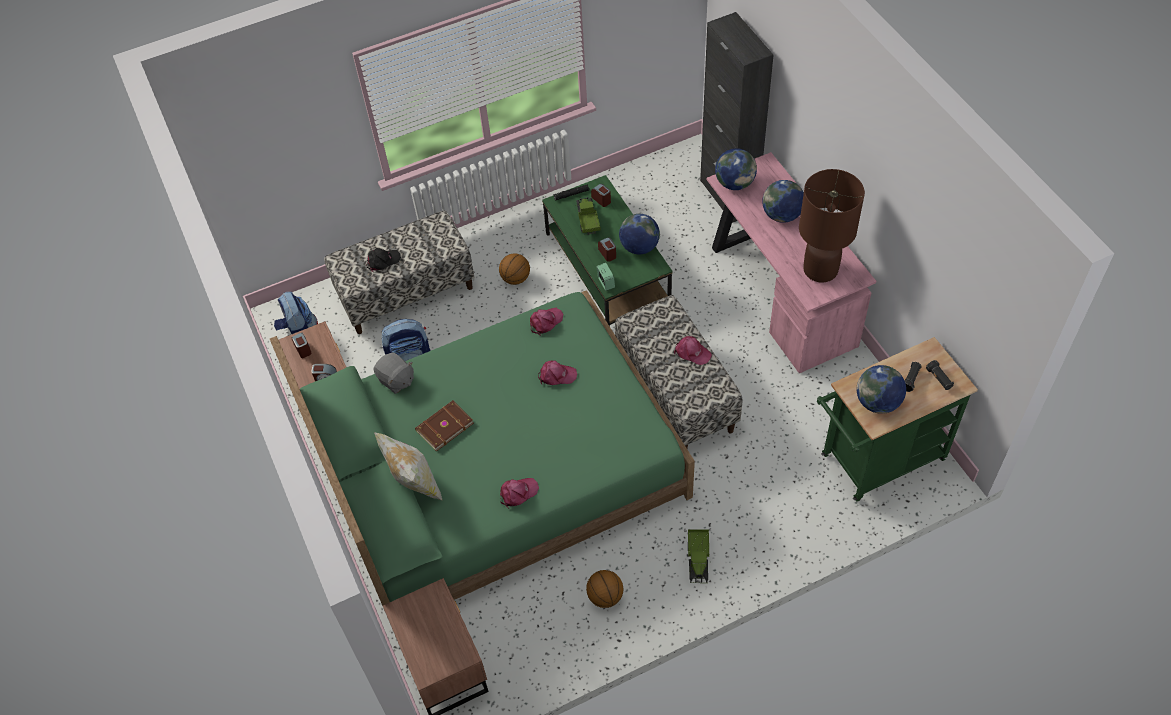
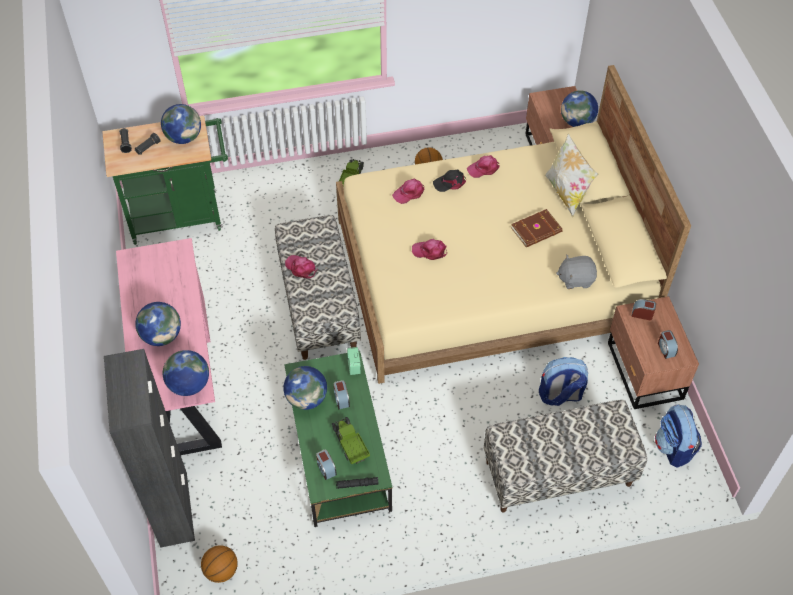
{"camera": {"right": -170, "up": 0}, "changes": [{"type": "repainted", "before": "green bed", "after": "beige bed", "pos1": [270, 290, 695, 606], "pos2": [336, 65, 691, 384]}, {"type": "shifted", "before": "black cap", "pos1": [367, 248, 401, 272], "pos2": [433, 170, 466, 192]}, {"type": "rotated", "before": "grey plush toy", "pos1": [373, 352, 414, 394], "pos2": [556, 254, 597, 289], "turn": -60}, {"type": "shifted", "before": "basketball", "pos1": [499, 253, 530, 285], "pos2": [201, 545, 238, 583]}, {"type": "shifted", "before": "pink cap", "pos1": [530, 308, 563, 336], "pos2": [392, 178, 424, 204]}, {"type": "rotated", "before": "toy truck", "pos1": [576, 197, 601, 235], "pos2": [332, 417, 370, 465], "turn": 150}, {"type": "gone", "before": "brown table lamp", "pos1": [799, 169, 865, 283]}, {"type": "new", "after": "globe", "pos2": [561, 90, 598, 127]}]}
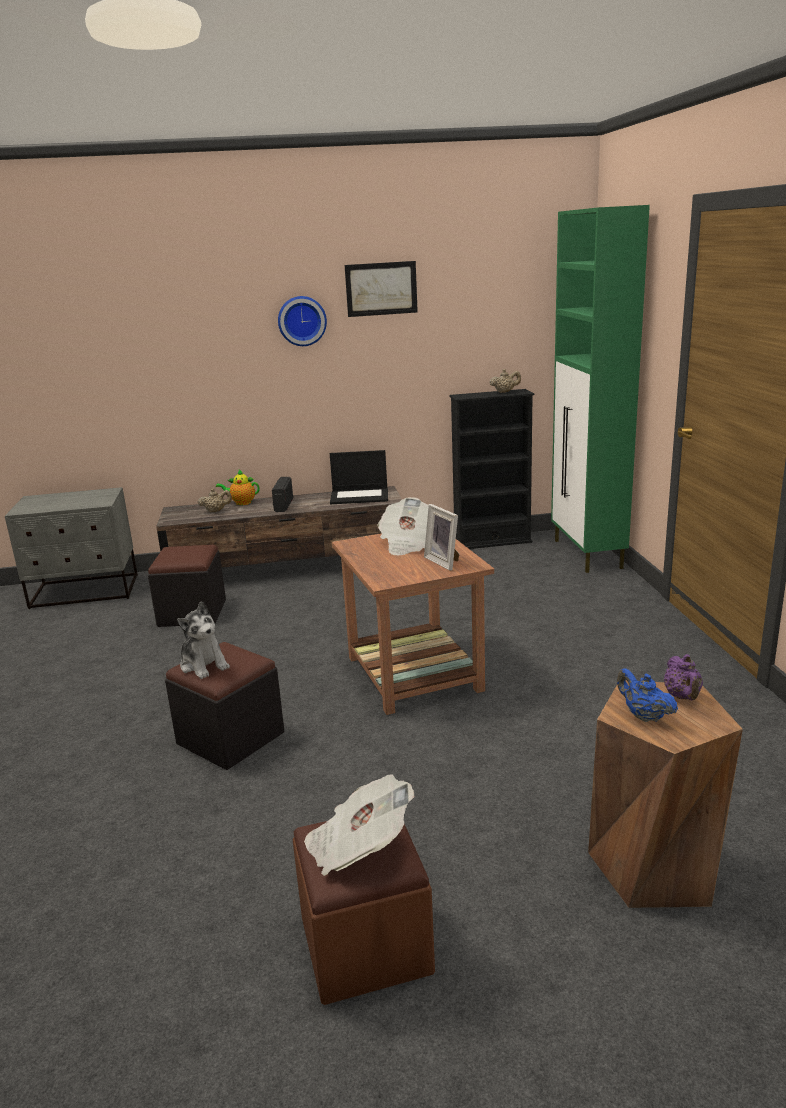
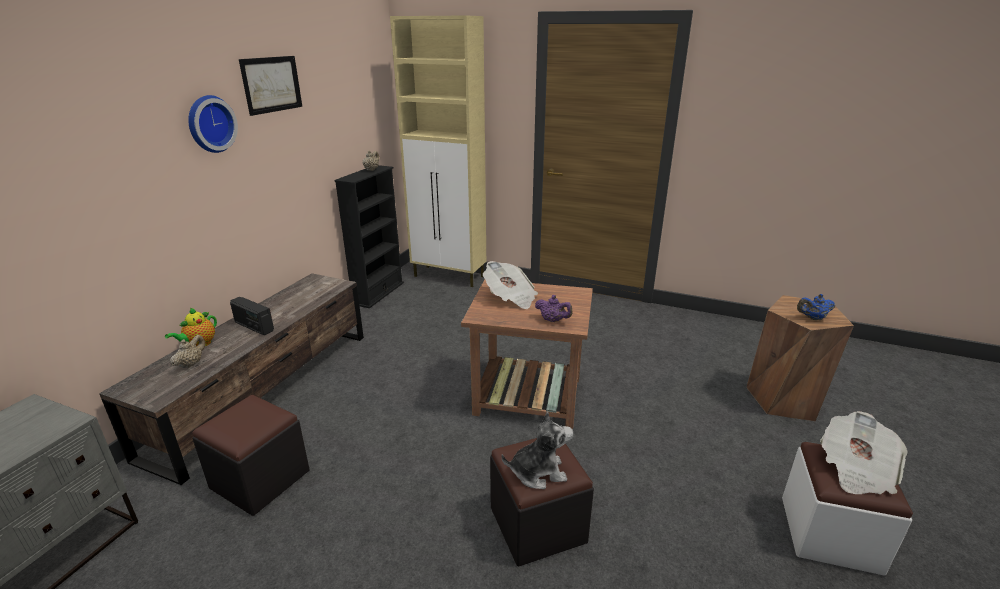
{"camera": {"right": -60, "up": 5}, "changes": [{"type": "repainted", "before": "brown ottoman", "after": "white ottoman", "pos1": [292, 821, 435, 1005], "pos2": [782, 442, 913, 576]}, {"type": "gone", "before": "laptop", "pos1": [330, 450, 388, 504]}, {"type": "gone", "before": "picture frame", "pos1": [424, 504, 460, 571]}, {"type": "repainted", "before": "green cabinet", "after": "beige cabinet", "pos1": [551, 205, 650, 573], "pos2": [390, 15, 486, 287]}, {"type": "shifted", "before": "purple teapot", "pos1": [664, 654, 703, 700], "pos2": [535, 295, 573, 322]}]}
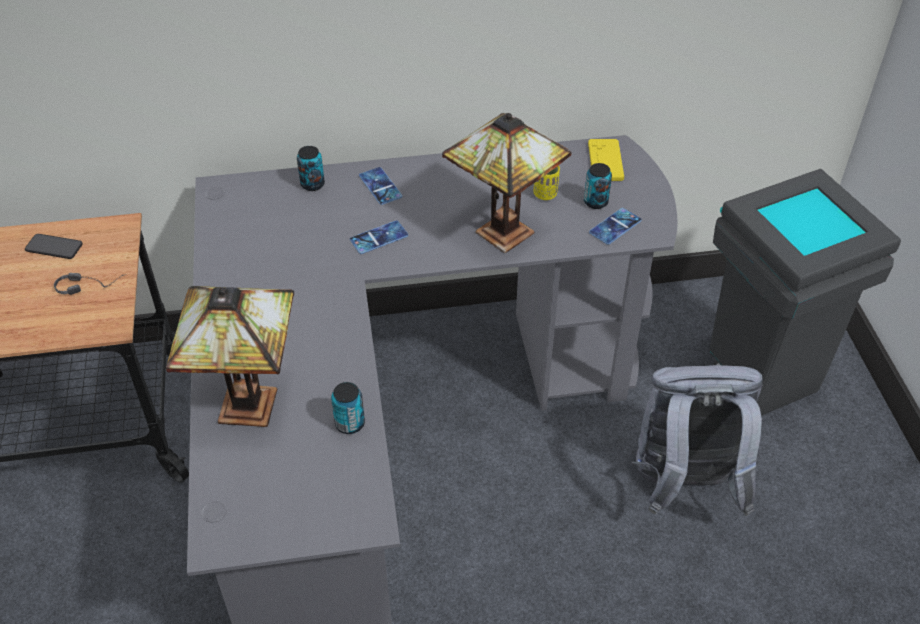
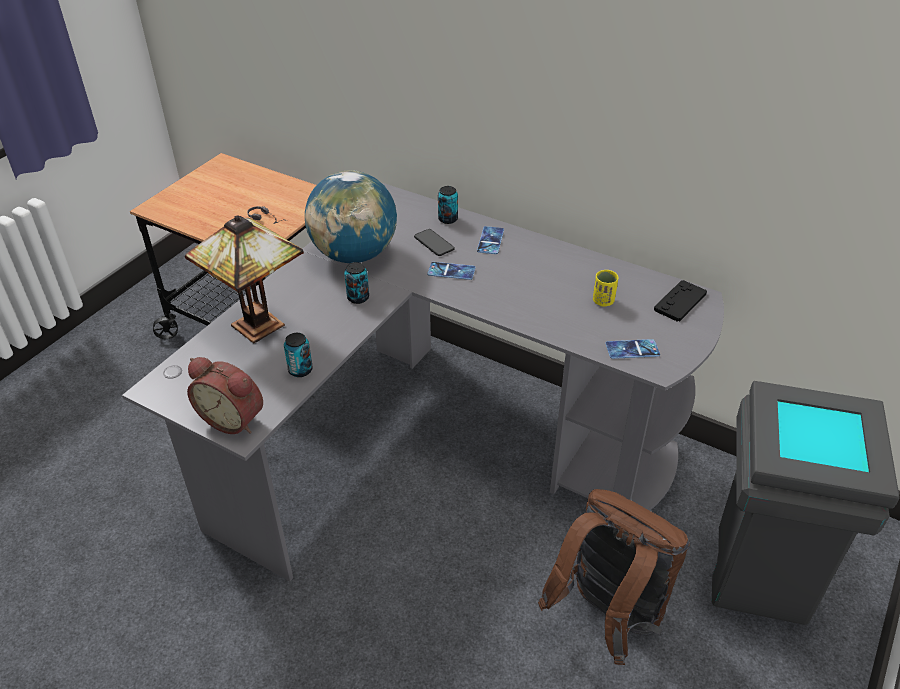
{"camera": {"right": 40, "up": -5}, "changes": [{"type": "shifted", "before": "phone", "pos1": [25, 234, 83, 259], "pos2": [414, 229, 455, 256]}, {"type": "gone", "before": "table lamp", "pos1": [442, 113, 571, 253]}, {"type": "shifted", "before": "can", "pos1": [584, 163, 612, 209], "pos2": [344, 262, 369, 304]}, {"type": "repainted", "before": "yellow game controller", "after": "black game controller", "pos1": [588, 139, 624, 181], "pos2": [654, 280, 707, 322]}, {"type": "repainted", "before": "grey backpack", "after": "brown backpack", "pos1": [632, 365, 763, 516], "pos2": [538, 489, 690, 665]}, {"type": "new", "after": "alarm clock", "pos2": [187, 357, 263, 434]}, {"type": "new", "after": "globe", "pos2": [305, 170, 397, 263]}]}
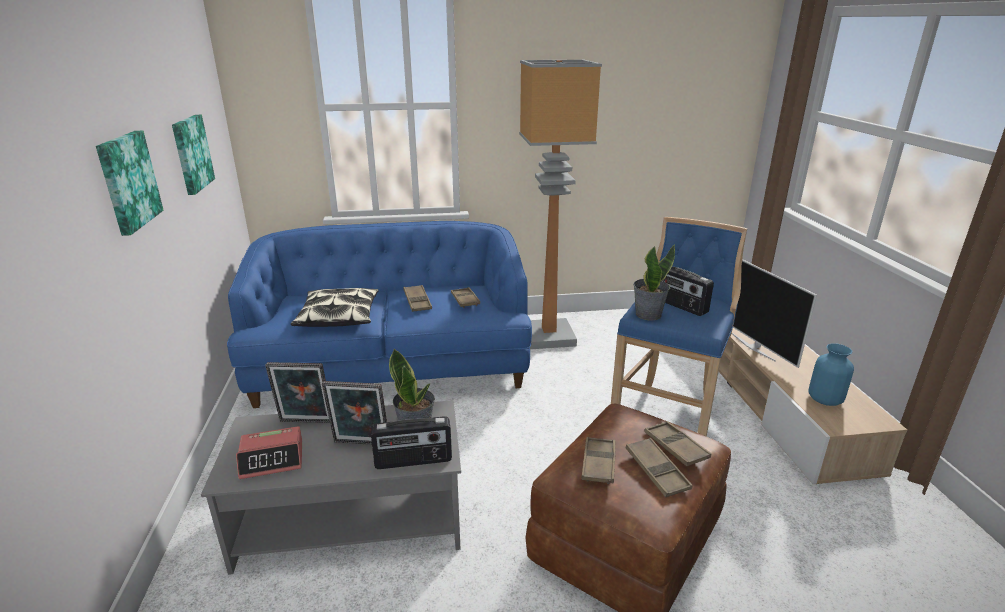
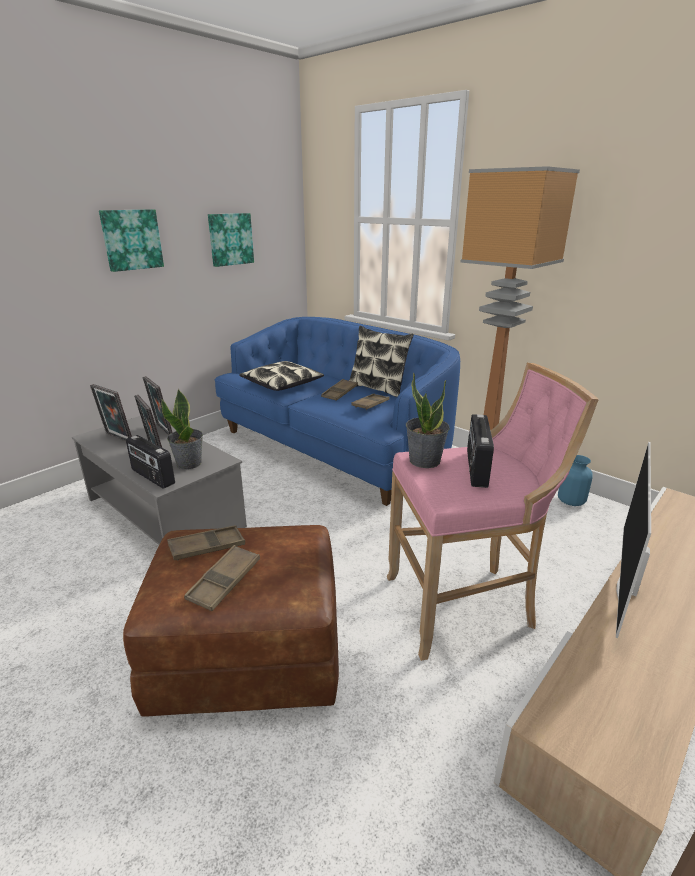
{"camera": {"right": 50, "up": 0}, "changes": [{"type": "swapped", "before": "alarm clock", "after": "picture frame", "pos1": [236, 426, 302, 479], "pos2": [90, 384, 132, 441]}, {"type": "repainted", "before": "blue stool", "after": "pink stool", "pos1": [611, 217, 747, 437], "pos2": [387, 363, 599, 661]}, {"type": "gone", "before": "brown tray", "pos1": [645, 421, 711, 466]}, {"type": "shifted", "before": "blue vase", "pos1": [808, 343, 854, 406], "pos2": [558, 455, 593, 506]}, {"type": "new", "after": "pillow", "pos2": [349, 326, 414, 397]}]}
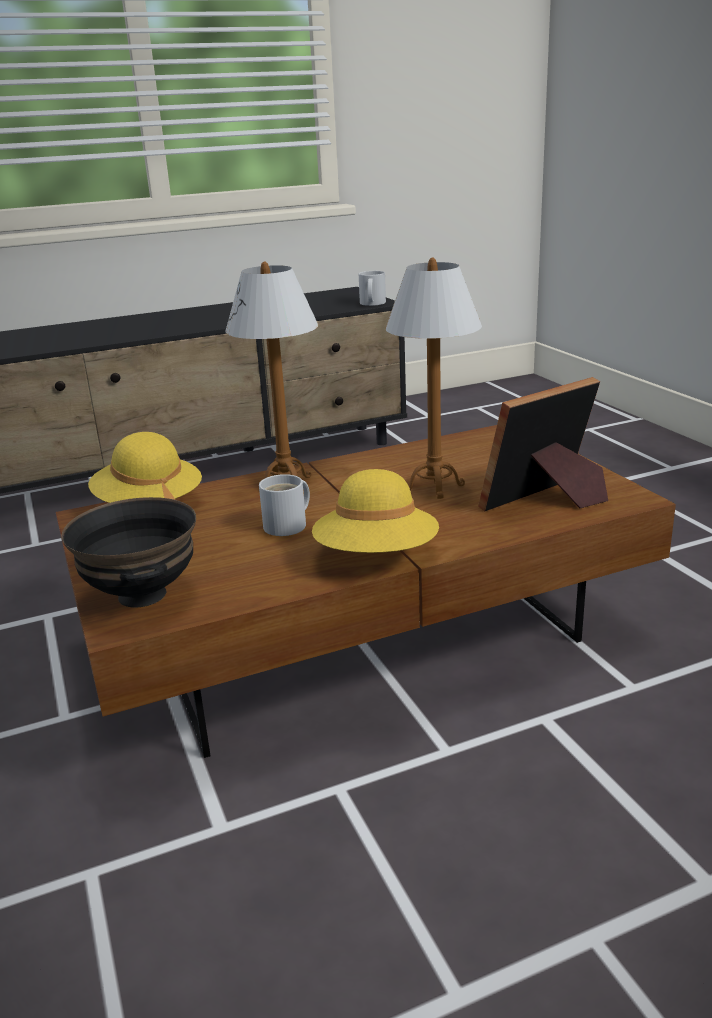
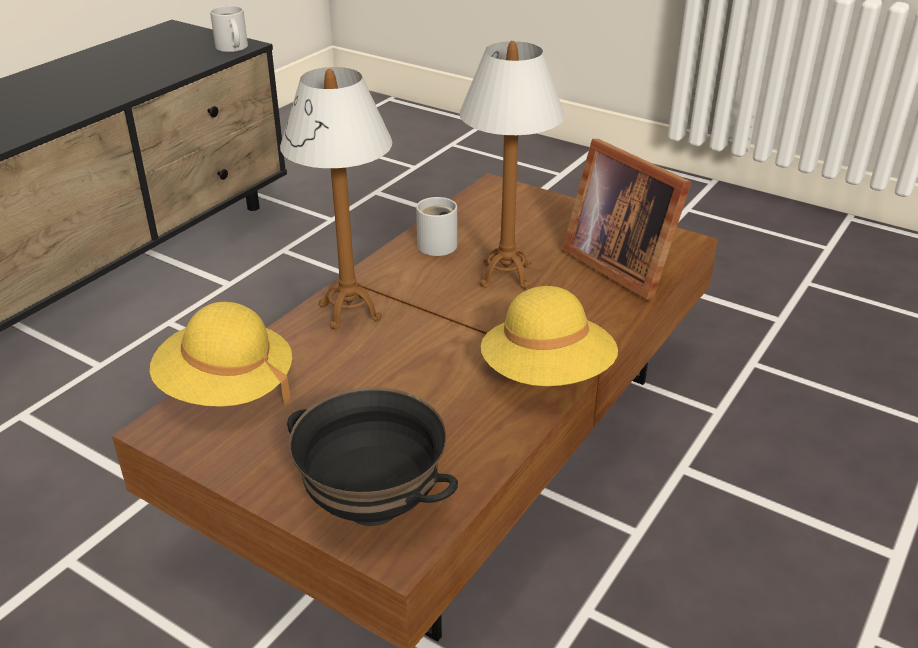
{"camera": {"right": -35, "up": 10}, "changes": [{"type": "shifted", "before": "white mug", "pos1": [259, 474, 310, 536], "pos2": [416, 197, 457, 256]}, {"type": "rotated", "before": "picture frame", "pos1": [478, 377, 608, 512], "pos2": [562, 139, 691, 300], "turn": -60}]}
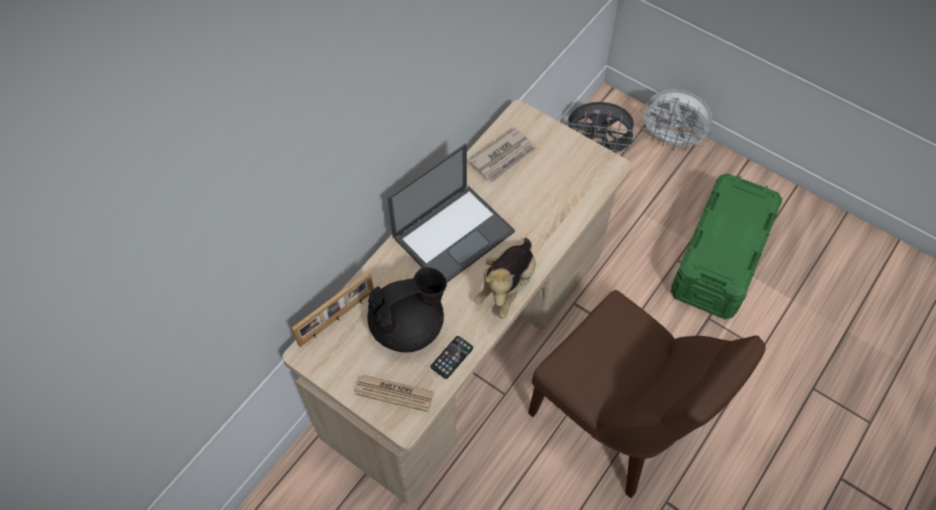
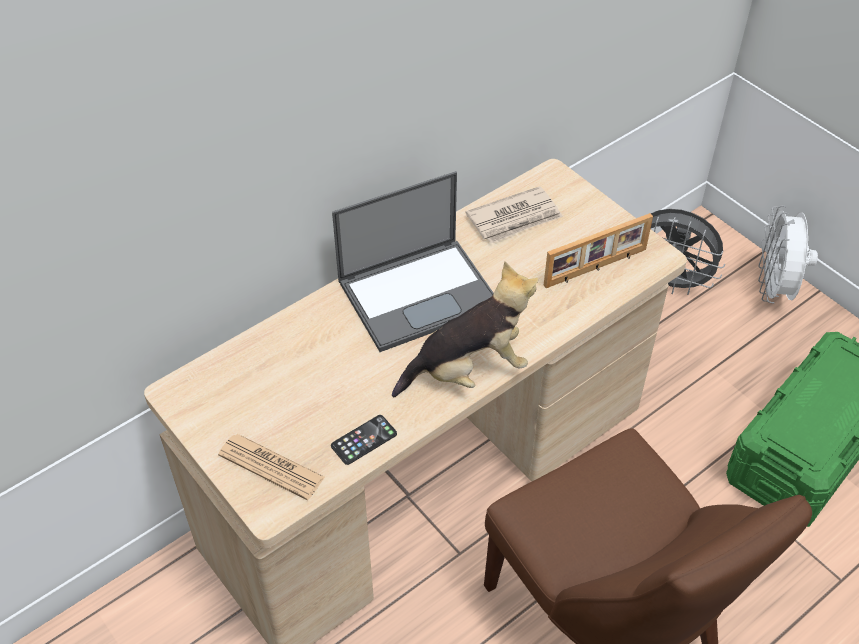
{"camera": {"right": 15, "up": -10}, "changes": [{"type": "shifted", "before": "picture frame", "pos1": [292, 271, 374, 347], "pos2": [544, 213, 653, 288]}, {"type": "gone", "before": "black teapot", "pos1": [367, 267, 447, 352]}, {"type": "rotated", "before": "plush toy", "pos1": [474, 238, 536, 319], "pos2": [392, 262, 538, 397], "turn": -150}, {"type": "rotated", "before": "white fan", "pos1": [639, 90, 713, 151], "pos2": [758, 206, 818, 303], "turn": 60}]}
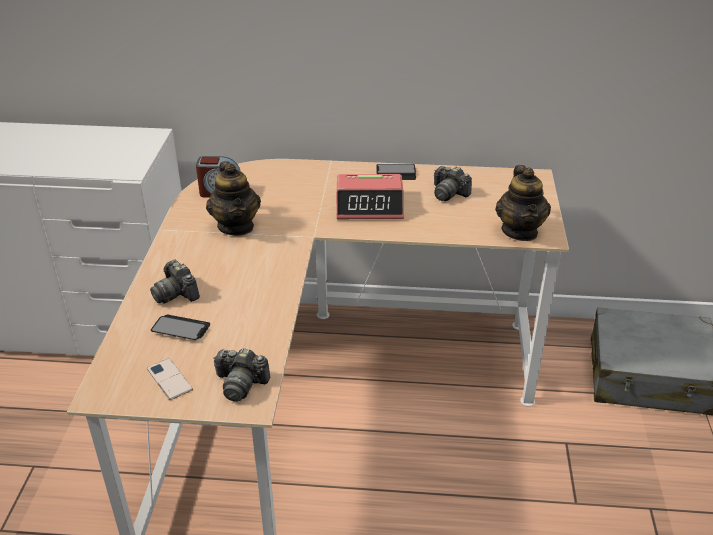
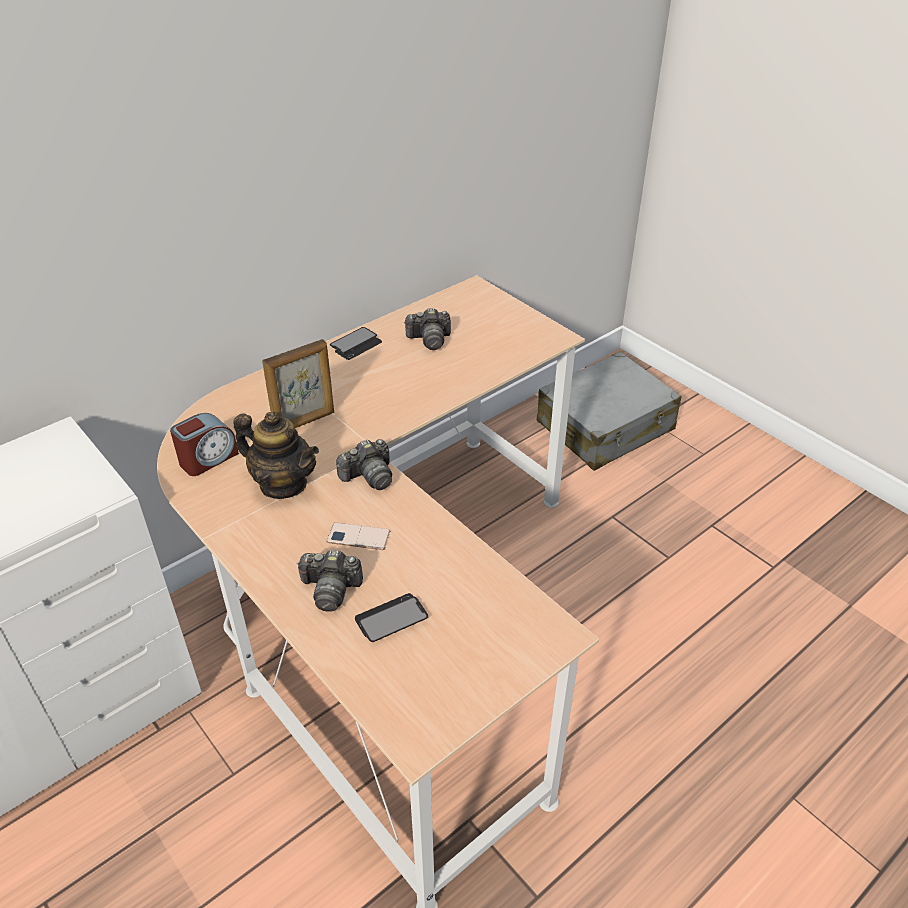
{"camera": {"right": -45, "up": 5}, "changes": [{"type": "shifted", "before": "phone", "pos1": [147, 358, 193, 400], "pos2": [327, 522, 390, 550]}, {"type": "shifted", "before": "photo camera", "pos1": [213, 348, 270, 402], "pos2": [336, 439, 392, 490]}, {"type": "gone", "before": "alarm clock", "pos1": [336, 174, 404, 219]}, {"type": "gone", "before": "teapot", "pos1": [495, 165, 551, 241]}, {"type": "new", "after": "picture frame", "pos2": [262, 339, 334, 428]}]}
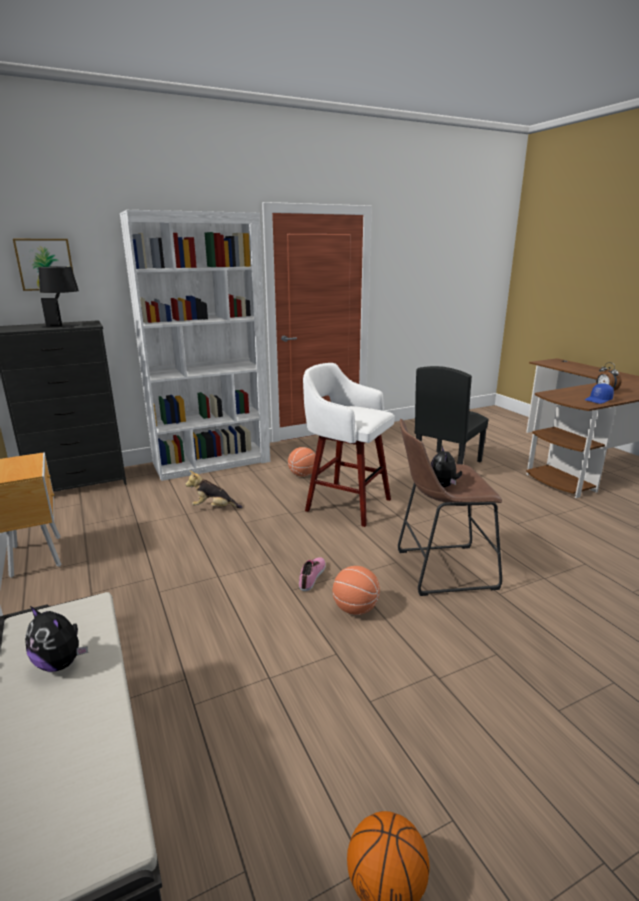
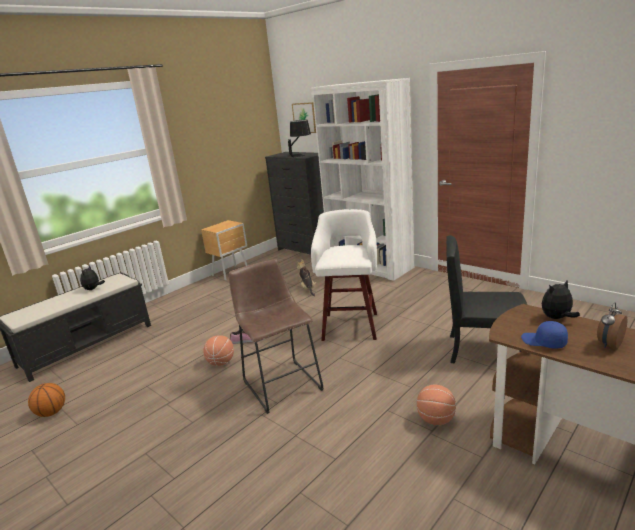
{"camera": {"right": 70, "up": 0}, "changes": [{"type": "shifted", "before": "basketball", "pos1": [288, 447, 316, 477], "pos2": [417, 385, 456, 425]}, {"type": "shifted", "before": "plush toy", "pos1": [431, 446, 462, 488], "pos2": [542, 281, 580, 319]}]}
